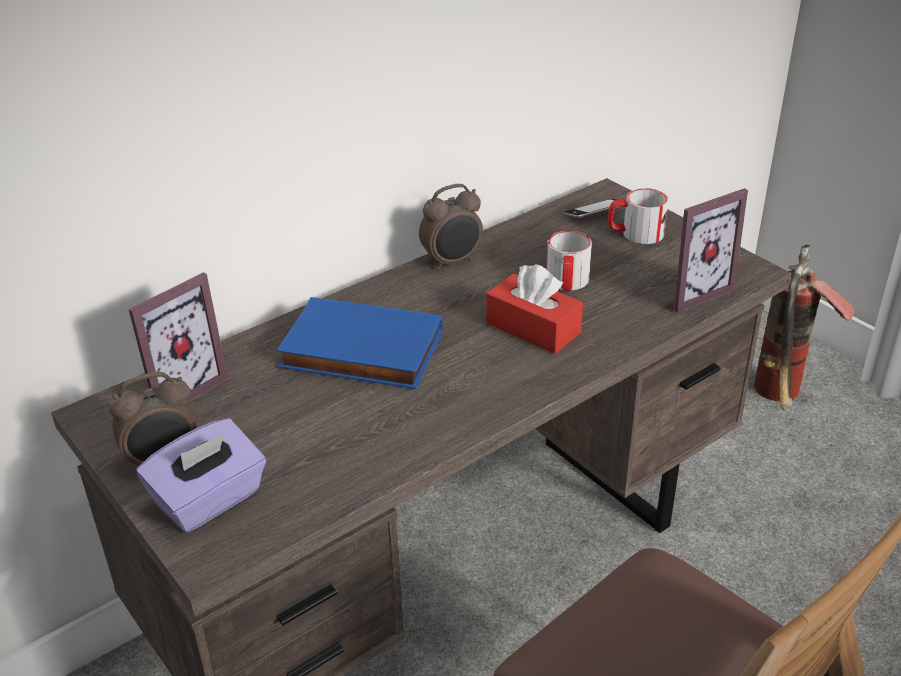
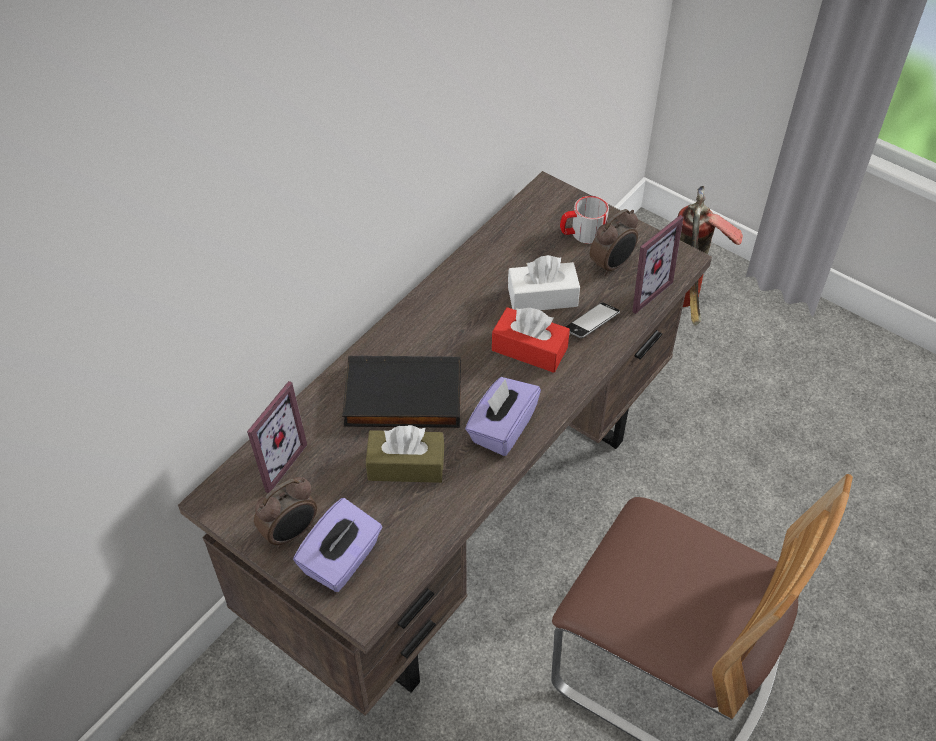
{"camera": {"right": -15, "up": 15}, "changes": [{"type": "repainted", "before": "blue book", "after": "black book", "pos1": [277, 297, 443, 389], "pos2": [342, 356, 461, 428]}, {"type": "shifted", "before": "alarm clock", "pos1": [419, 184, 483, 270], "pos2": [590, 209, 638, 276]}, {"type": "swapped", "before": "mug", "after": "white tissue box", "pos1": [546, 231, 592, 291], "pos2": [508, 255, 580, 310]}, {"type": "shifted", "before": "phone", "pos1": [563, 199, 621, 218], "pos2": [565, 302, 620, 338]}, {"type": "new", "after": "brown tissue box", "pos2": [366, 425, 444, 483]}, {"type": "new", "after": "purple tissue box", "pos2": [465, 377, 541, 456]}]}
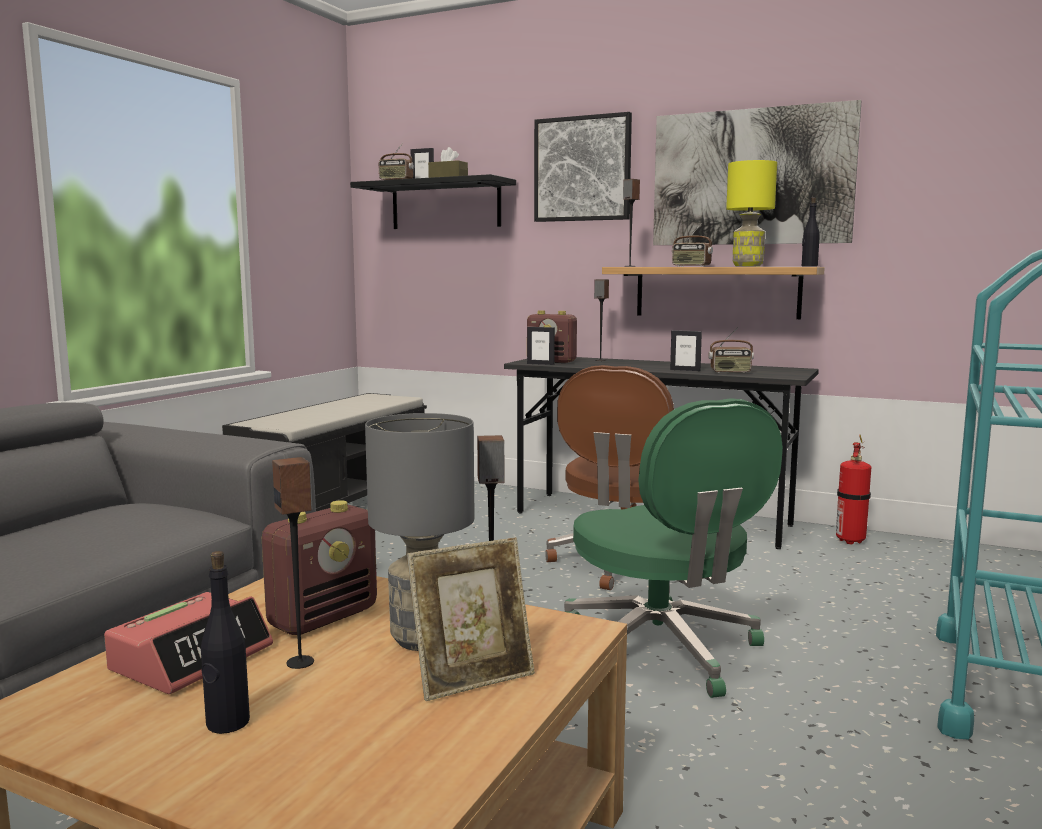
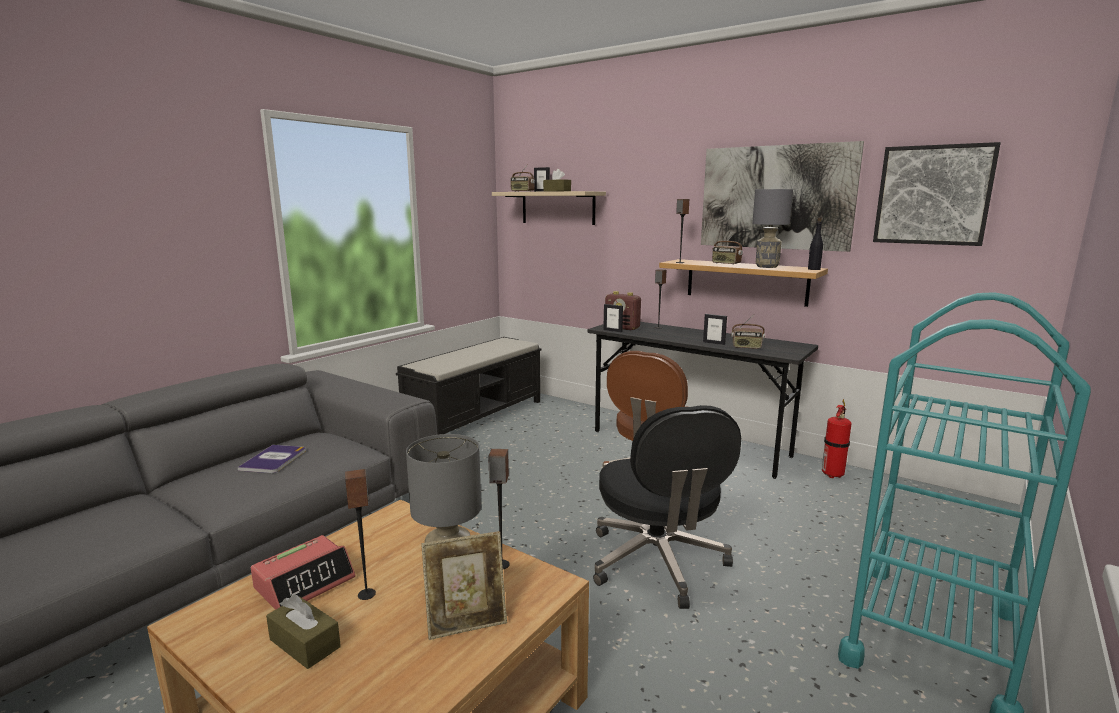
{"camera": {"right": 10, "up": 5}, "changes": [{"type": "swapped", "before": "black bottle", "after": "brown tissue box", "pos1": [201, 551, 250, 734], "pos2": [266, 594, 341, 669]}, {"type": "gone", "before": "radio", "pos1": [262, 500, 377, 635]}, {"type": "repainted", "before": "black shelf", "after": "beige shelf", "pos1": [350, 174, 516, 229], "pos2": [492, 191, 606, 225]}, {"type": "shifted", "before": "picture", "pos1": [534, 112, 632, 222], "pos2": [873, 142, 1001, 246]}, {"type": "repainted", "before": "green office chair", "after": "black office chair", "pos1": [564, 398, 783, 698], "pos2": [593, 405, 741, 609]}, {"type": "repainted", "before": "yellow table lamp", "after": "grey table lamp", "pos1": [726, 160, 777, 267], "pos2": [752, 189, 793, 268]}, {"type": "new", "after": "book", "pos2": [238, 445, 305, 473]}]}
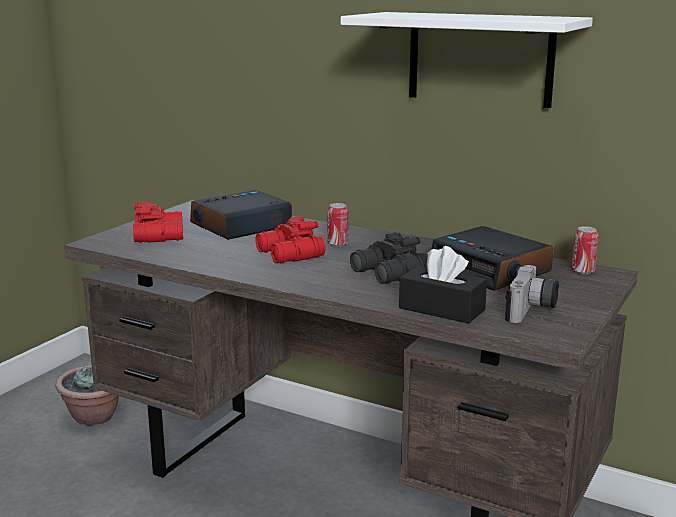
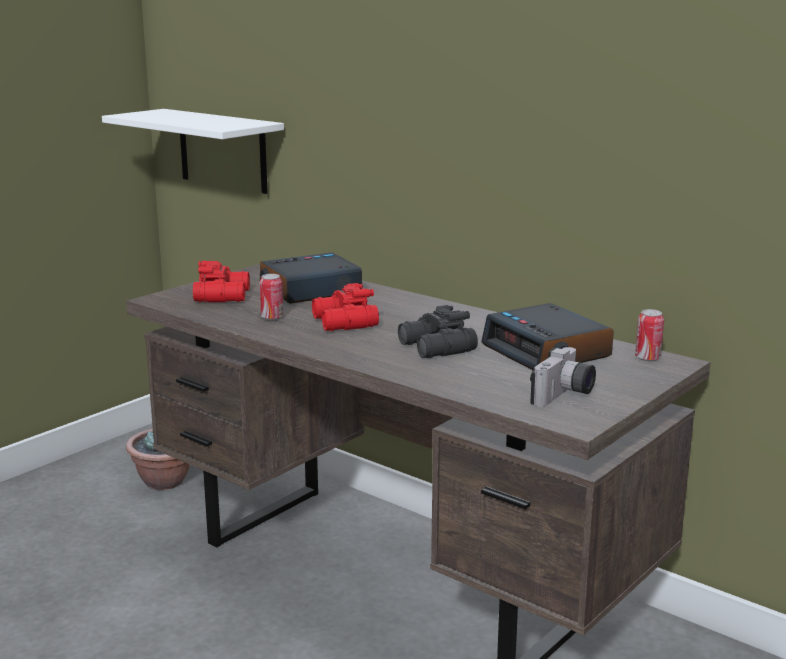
{"camera": {"right": 10, "up": 0}, "changes": [{"type": "shifted", "before": "can", "pos1": [327, 203, 349, 246], "pos2": [259, 274, 283, 320]}, {"type": "shifted", "before": "white shelf", "pos1": [341, 12, 593, 108], "pos2": [102, 109, 284, 194]}, {"type": "gone", "before": "black tissue box", "pos1": [399, 246, 487, 324]}]}
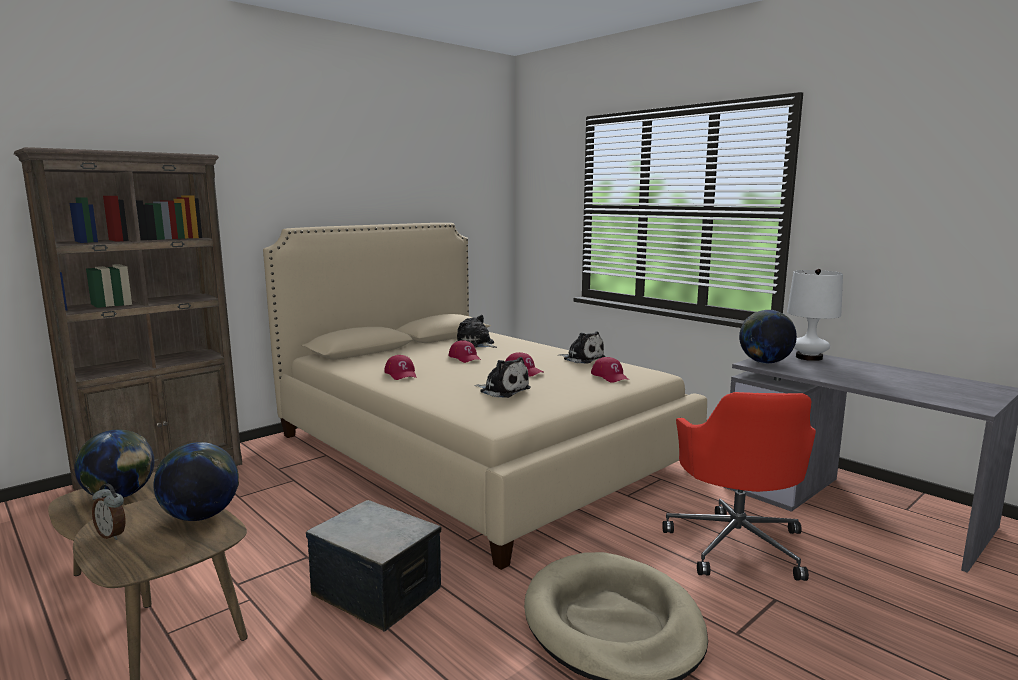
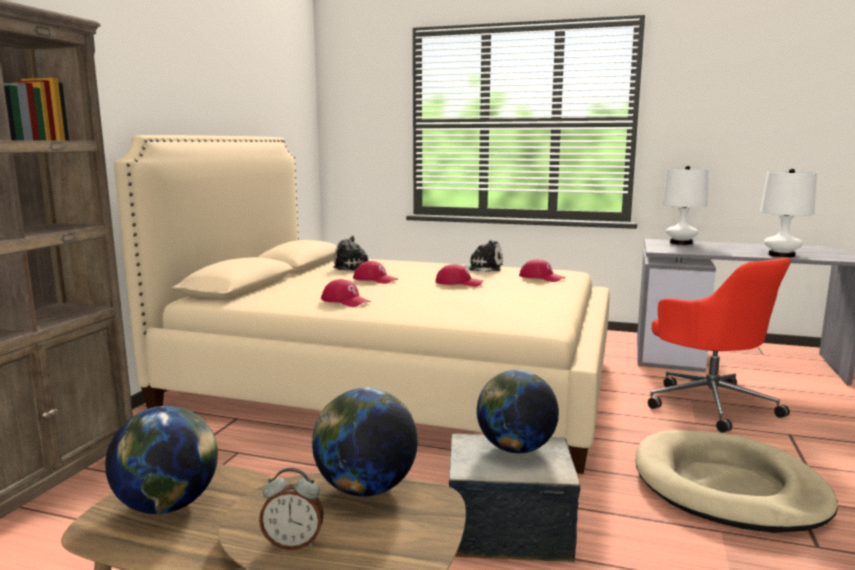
{"camera": {"right": -30, "up": 0}, "changes": [{"type": "gone", "before": "plush toy", "pos1": [474, 357, 531, 398]}, {"type": "shifted", "before": "globe", "pos1": [739, 310, 797, 364], "pos2": [477, 370, 559, 453]}, {"type": "new", "after": "white table lamp", "pos2": [760, 169, 817, 258]}]}
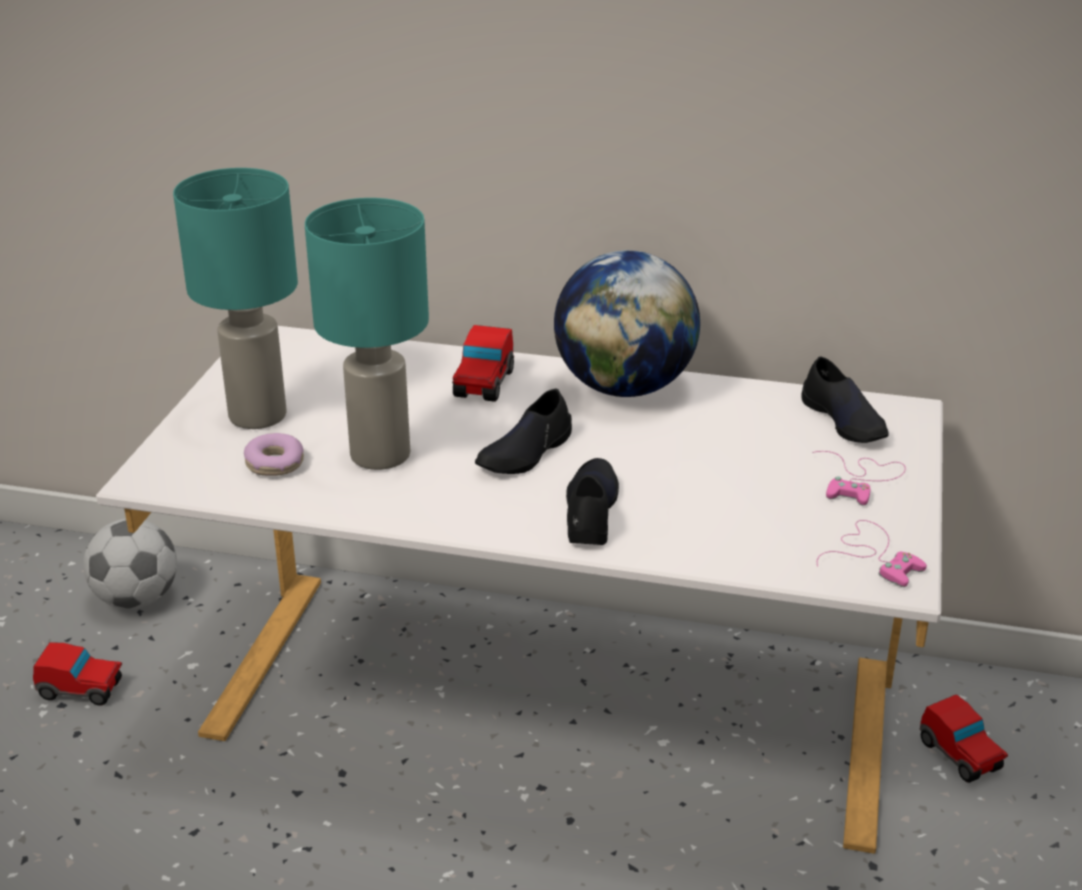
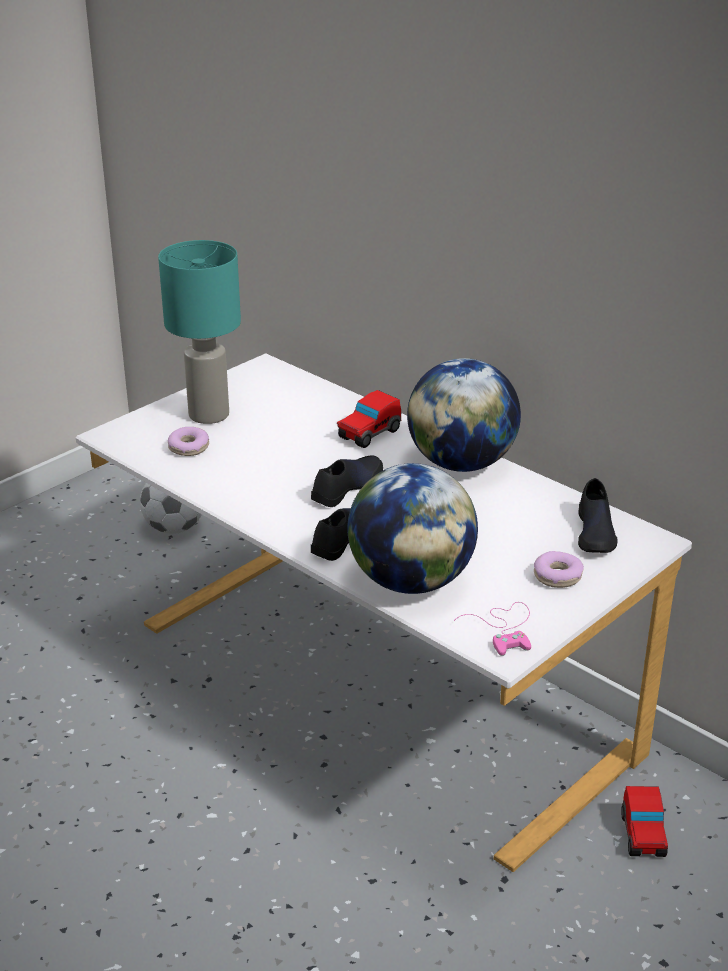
{"camera": {"right": 30, "up": 0}, "changes": [{"type": "gone", "before": "toy car", "pos1": [33, 642, 122, 705]}, {"type": "gone", "before": "turquoise table lamp", "pos1": [305, 198, 429, 470]}, {"type": "rotated", "before": "black shoe", "pos1": [475, 388, 572, 474], "pos2": [311, 455, 383, 507], "turn": 150}, {"type": "swapped", "before": "pink game controller", "after": "donut", "pos1": [812, 451, 906, 506], "pos2": [534, 551, 584, 588]}, {"type": "new", "after": "globe", "pos2": [347, 463, 478, 594]}]}
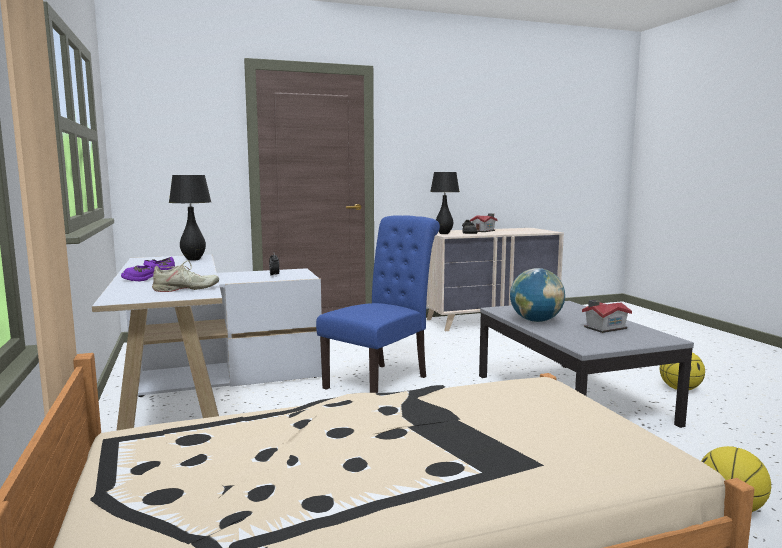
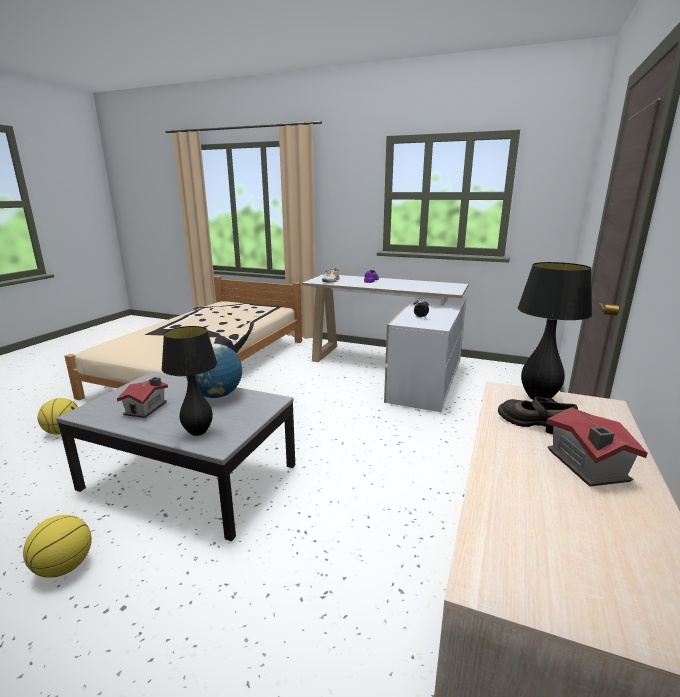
{"camera": {"right": 130, "up": 10}, "changes": [{"type": "shifted", "before": "black table lamp", "pos1": [169, 175, 211, 261], "pos2": [161, 326, 218, 436]}, {"type": "gone", "before": "blue chair", "pos1": [316, 215, 440, 393]}]}
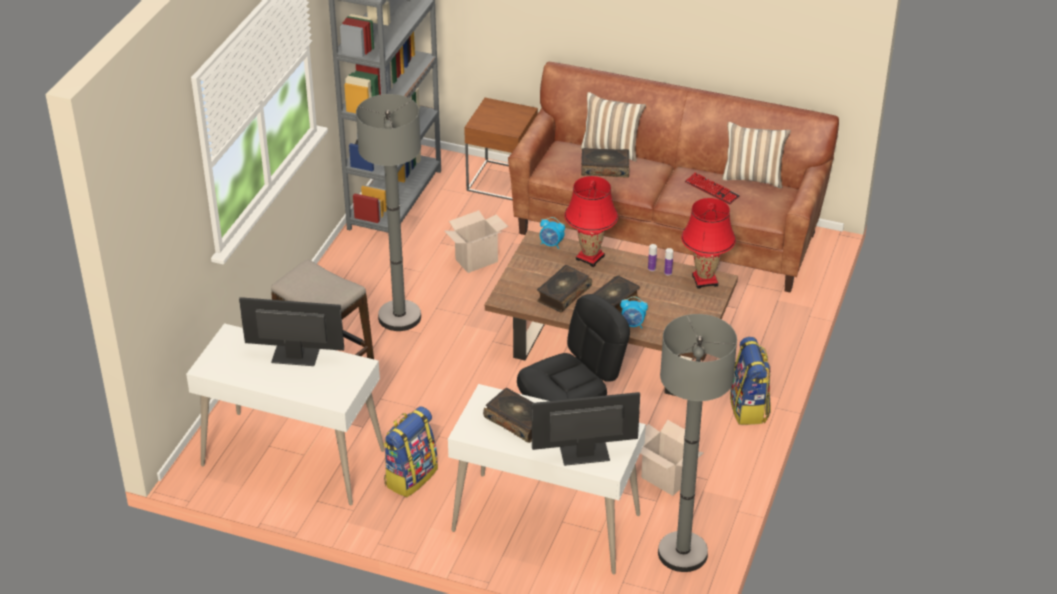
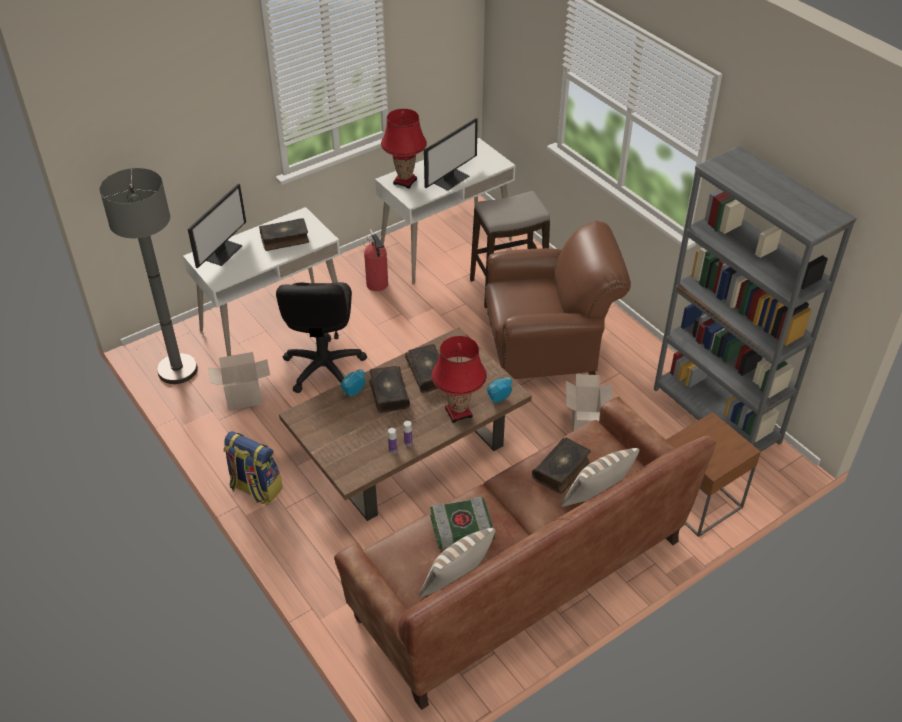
{"camera": {"right": 125, "up": 5}, "changes": [{"type": "swapped", "before": "grey floor lamp", "after": "brown armchair", "pos1": [356, 94, 421, 331], "pos2": [485, 221, 631, 379]}, {"type": "swapped", "before": "backpack", "after": "fire extinguisher", "pos1": [383, 406, 438, 497], "pos2": [363, 229, 388, 291]}, {"type": "shifted", "before": "red table lamp", "pos1": [681, 198, 736, 289], "pos2": [381, 109, 427, 189]}, {"type": "swapped", "before": "keyboard", "after": "book", "pos1": [685, 172, 740, 205], "pos2": [430, 497, 495, 550]}]}
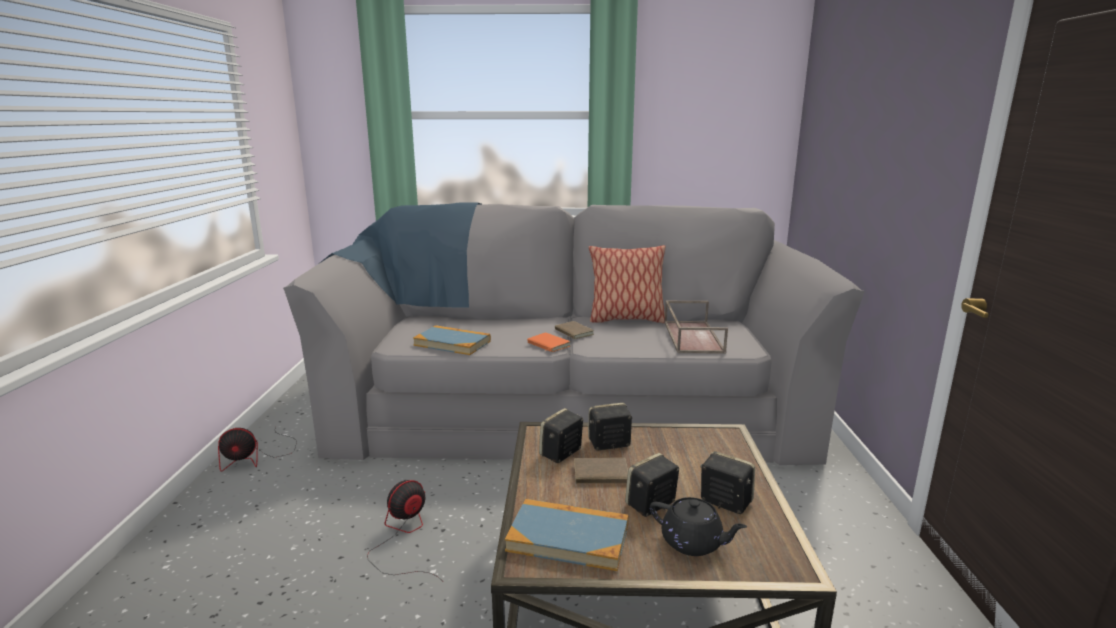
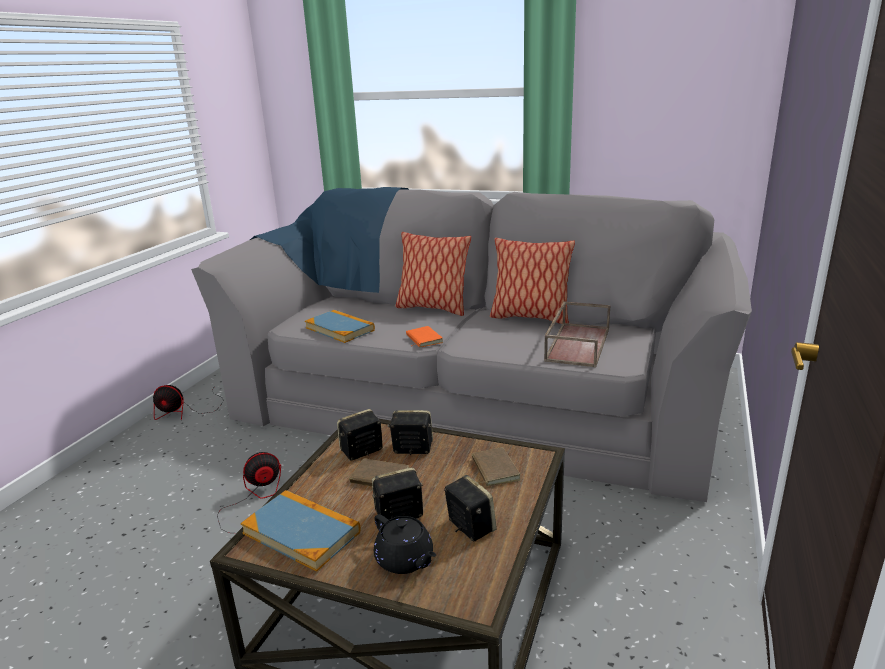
{"camera": {"right": 20, "up": 5}, "changes": [{"type": "shifted", "before": "brown book", "pos1": [555, 321, 594, 339], "pos2": [472, 447, 520, 486]}, {"type": "new", "after": "pillow", "pos2": [395, 232, 471, 316]}]}
